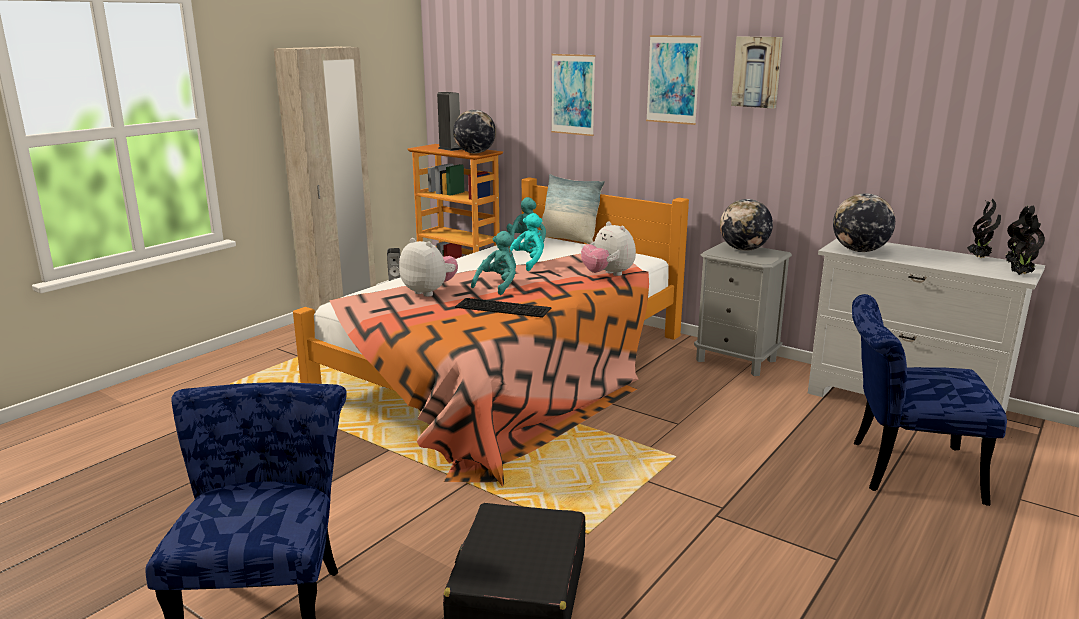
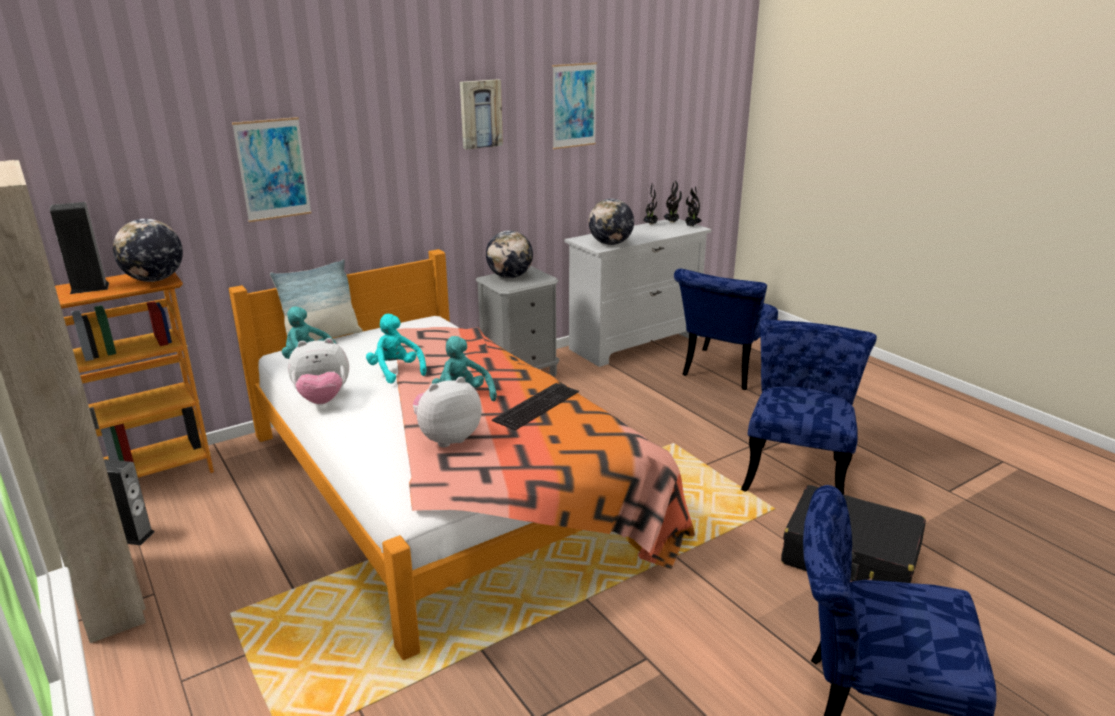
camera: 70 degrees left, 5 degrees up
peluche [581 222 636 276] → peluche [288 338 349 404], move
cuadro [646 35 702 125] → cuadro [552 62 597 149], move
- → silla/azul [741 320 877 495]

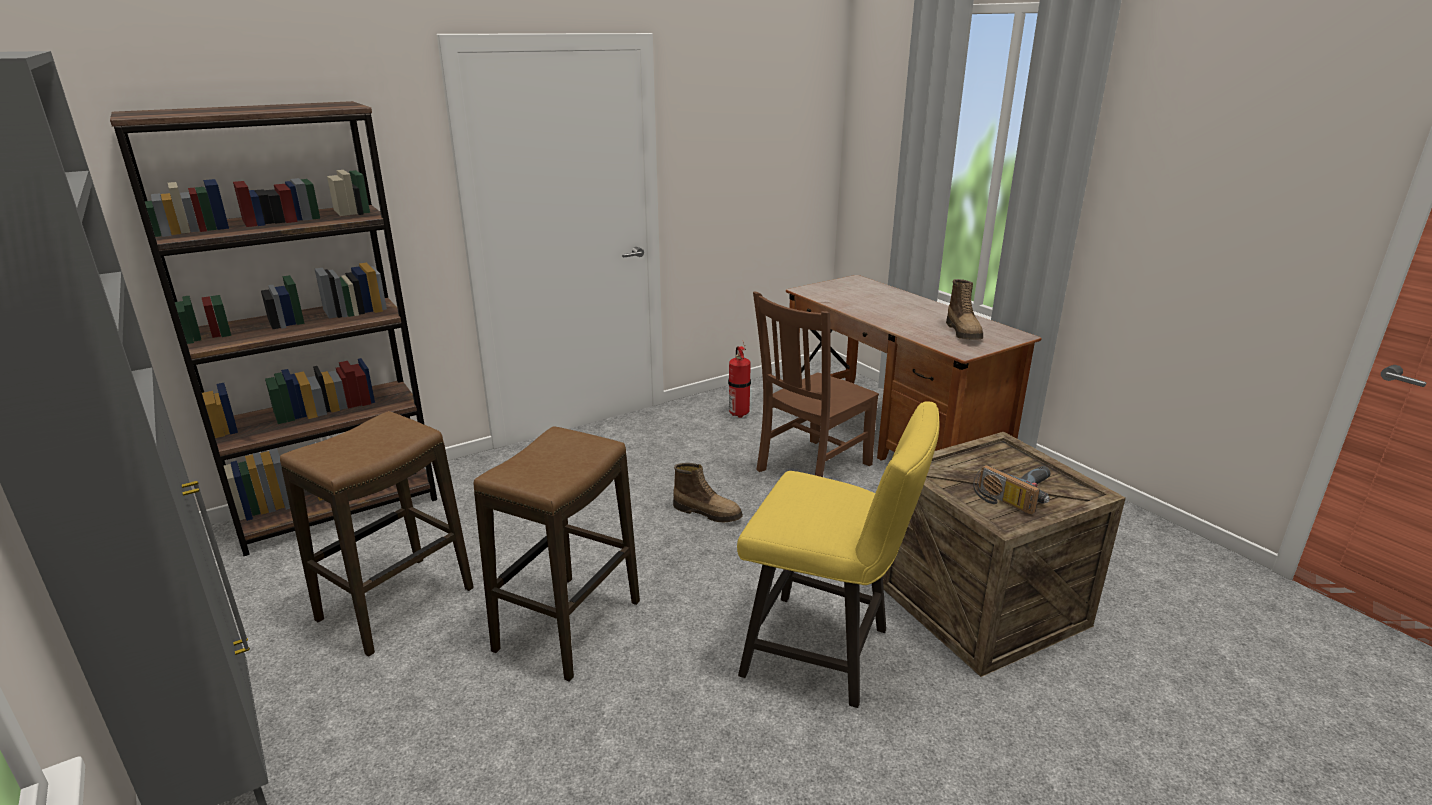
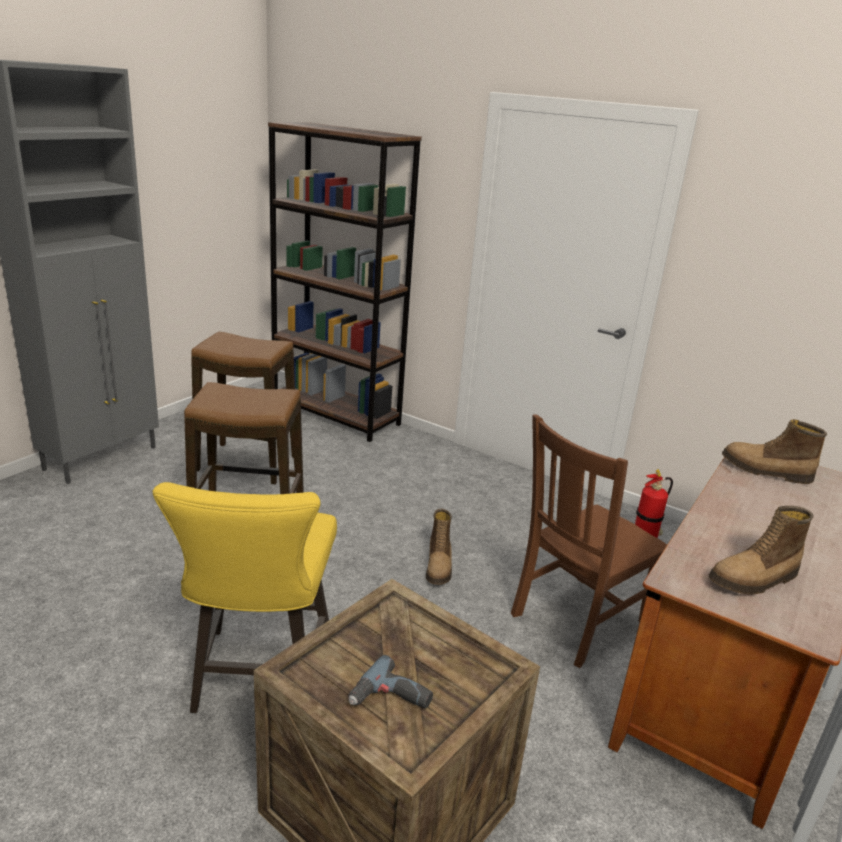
camera: 65 degrees right, 0 degrees up
silla/marrón [753 291 879 477] → silla/marrón [511 414 667 668], 60 degrees counterclockwise
radio [973 465 1040 515] → -
- → bota [722 419 827 484]

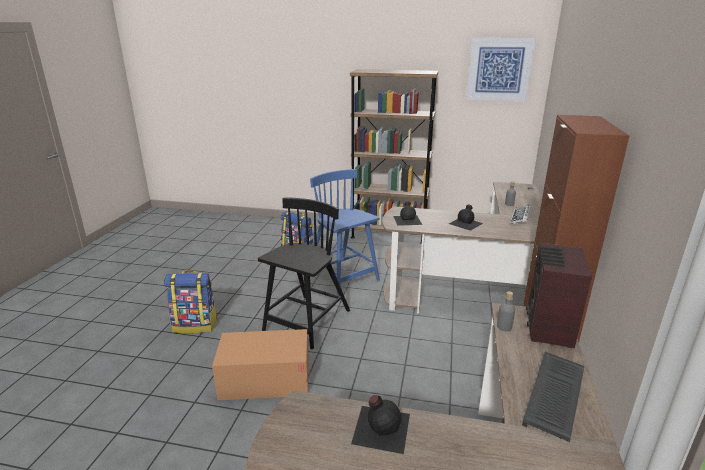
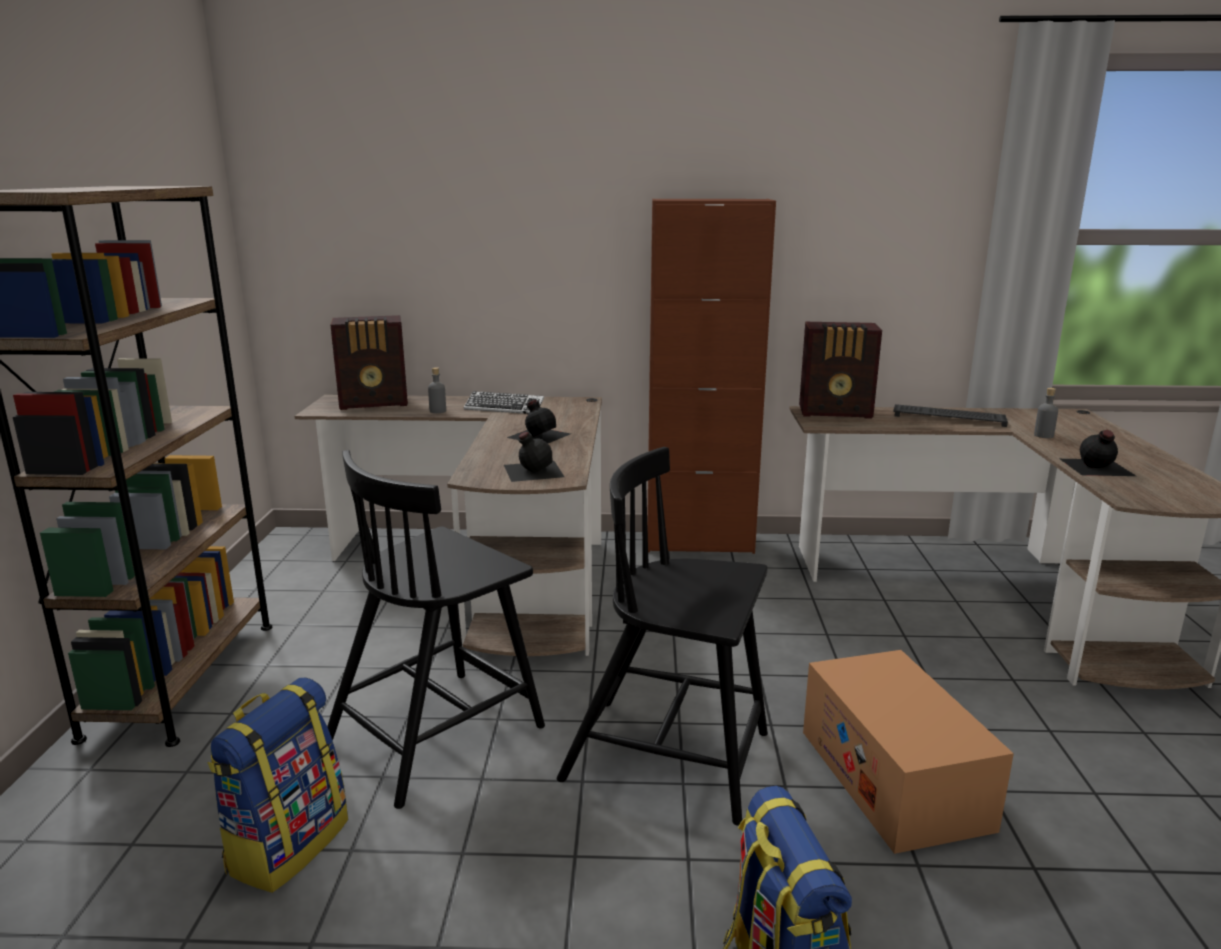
camera: 100 degrees left, 5 degrees down
silla/azul [310 169 380 296] → silla/negro [327 450 545 809]
cuadro [466 38 535 101] → -
botella/gris [497 292 515 331] → botella/gris [1034 388 1058 438], move
- → radio [330 315 408 410]

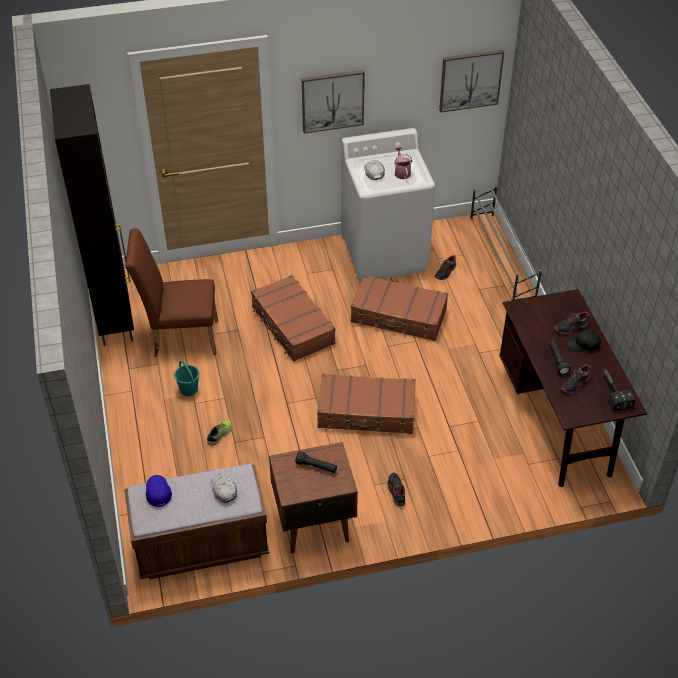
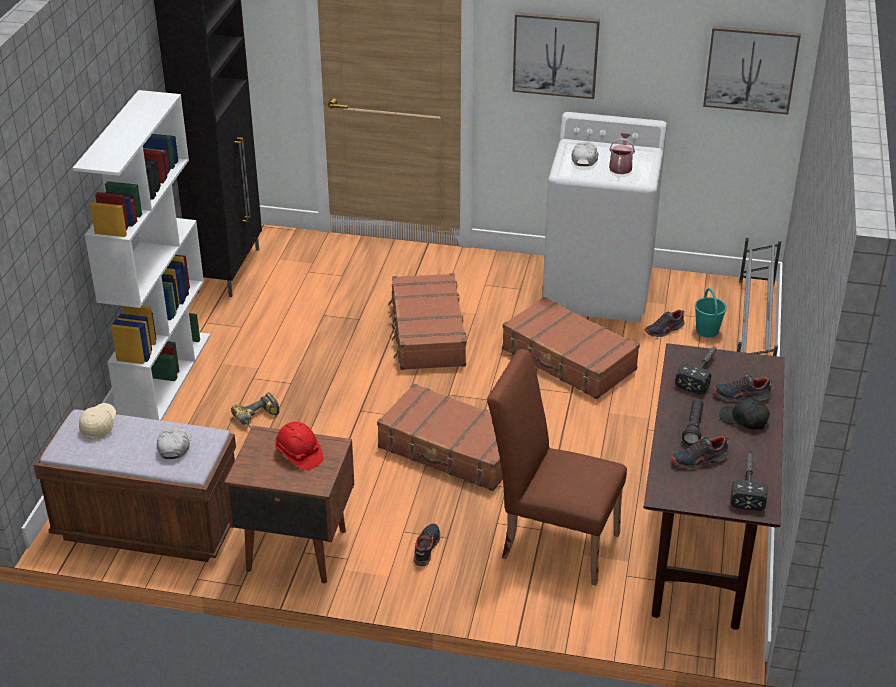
camera: 25 degrees right, 10 degrees down
silla/marrón [125 228 218 357] → silla/marrón [487 349 627 586], move
gorra/azul [146 475 172 507] → gorra/beis [79 403 116 440]
cubo/turquesa [174 361 199 396] → cubo/turquesa [695 288 727 337], move
zapato [207 419 232 446] → taladro [231 392 279 427]
linterna/negro [295 451 337 473] → casco/rojo [275 422 323 471]
- → estantería/blanco [73 90 211 421]
- → martillo [675 347 717 394]

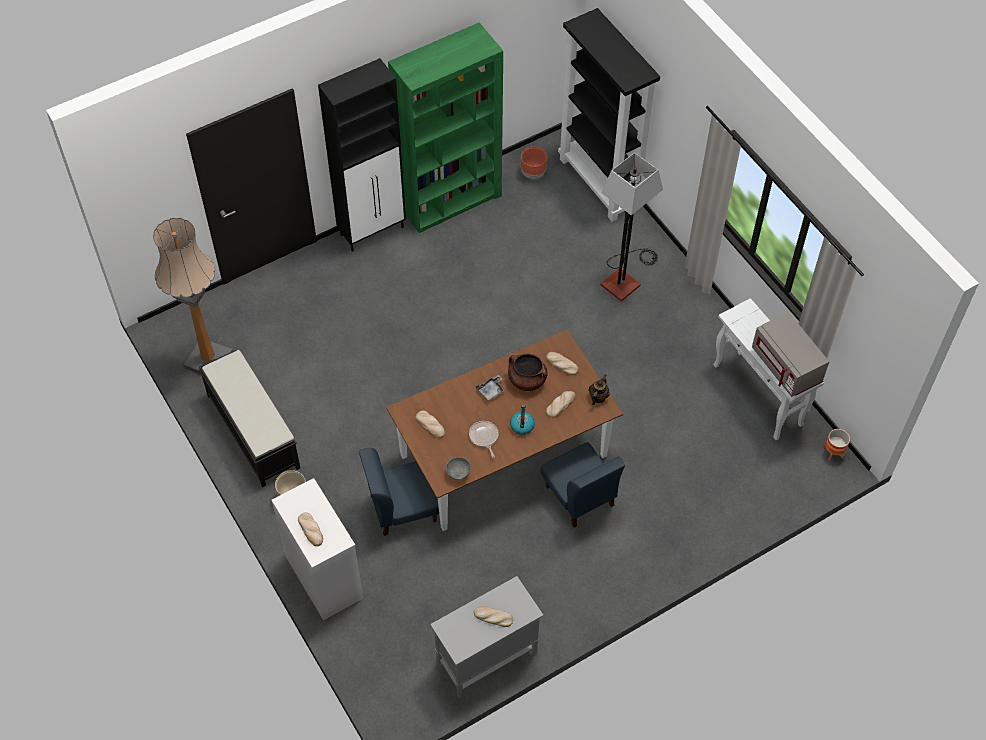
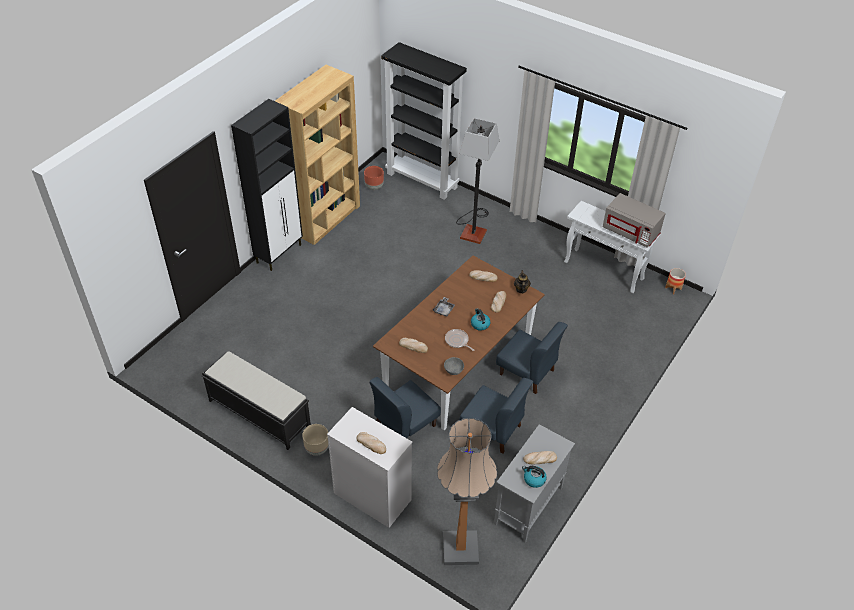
camera: 25 degrees left, 10 degrees down
lámpara de pie [153 218 233 374] → lámpara de pie [437 418 497 565], move
estantería/verde [388 23 503 233] → estantería/marrón [275 65 360 245]
olla/marrón [508 353 548 391] → -
- → silla/azul [460 378 533 453]
- → hervidor [522 466 547 488]

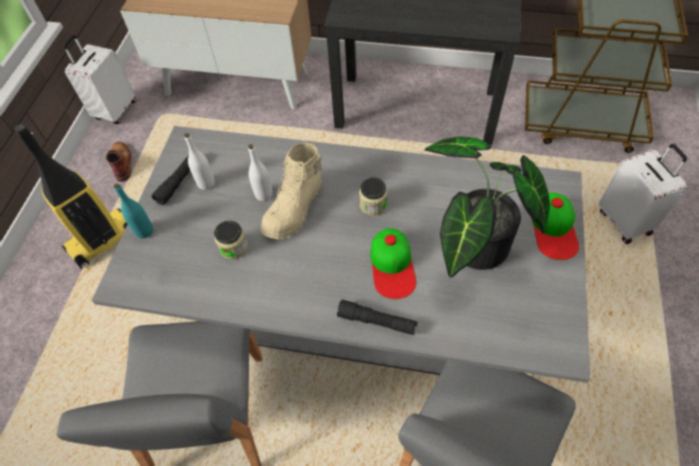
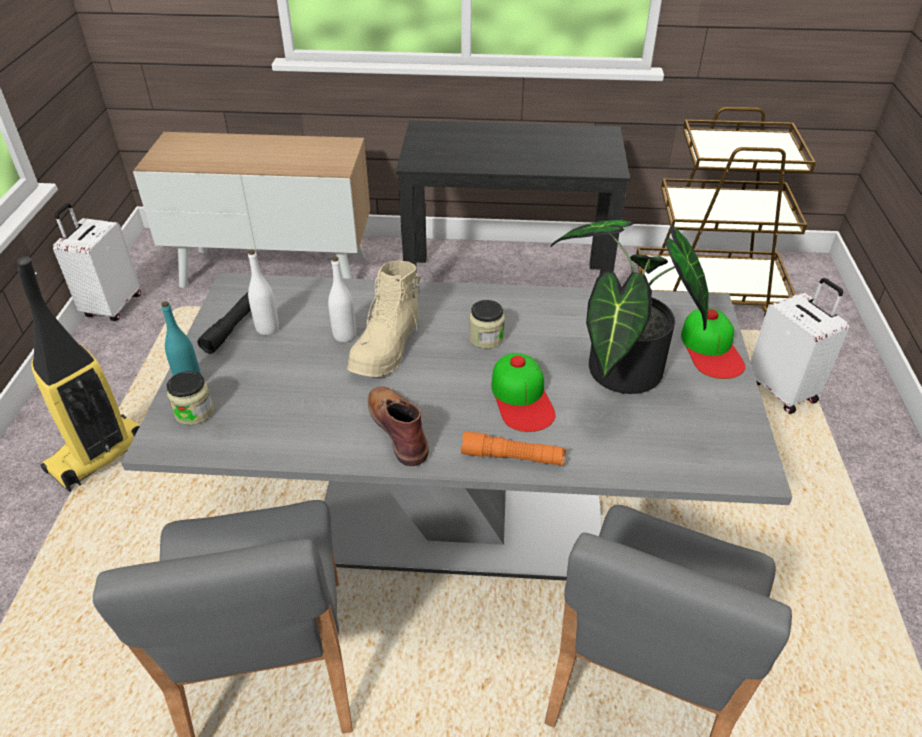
camera: 10 degrees left, 15 degrees down
bota/marrón [106 142 132 182] → bota/marrón [368 386 429 466], move
tarro [214 221 248 260] → tarro [167 371 214 425], move
linterna/negro [337 300 417 335] → linterna/naranja [461 431 566 466]

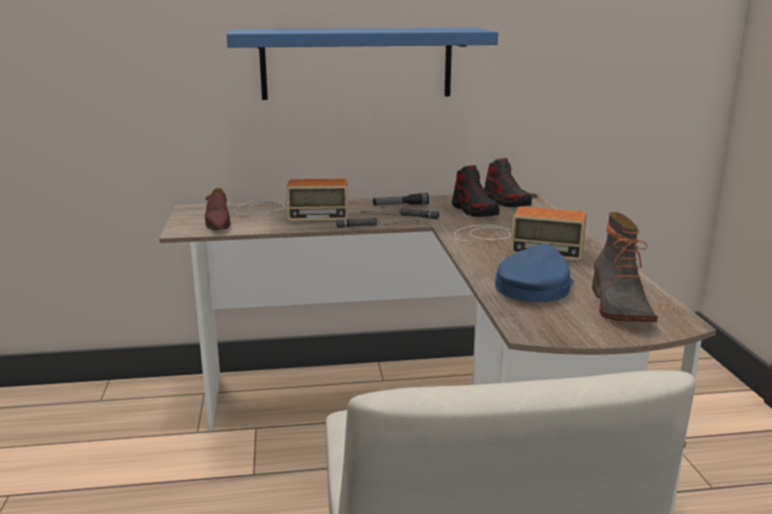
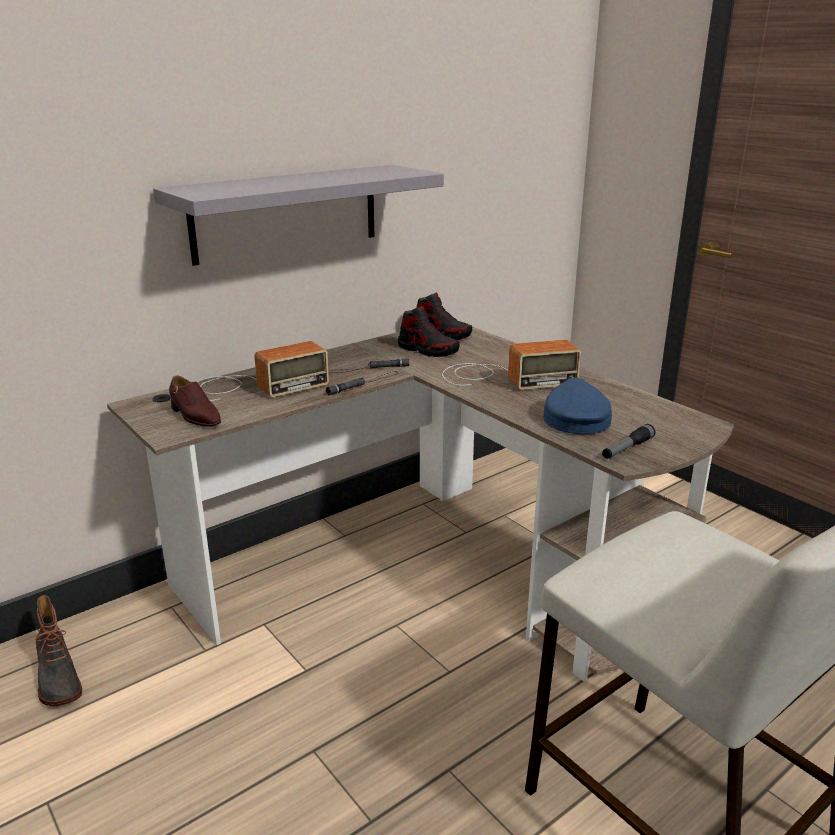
camera: 30 degrees left, 5 degrees up
estante/azul [227 28 498 100] → estante/gris [153 165 444 266]
linterna [373 193 429 205] → linterna [602 424 655 459], move
bota [592 212 658 322] → bota [35 595 82 706], move

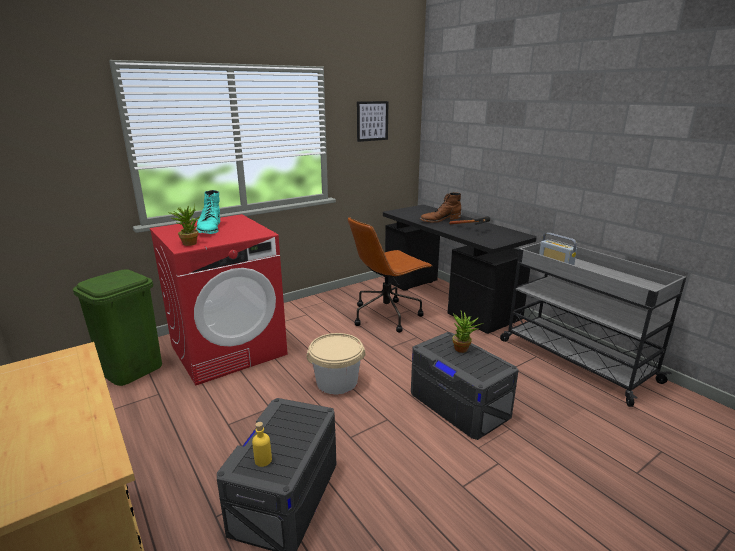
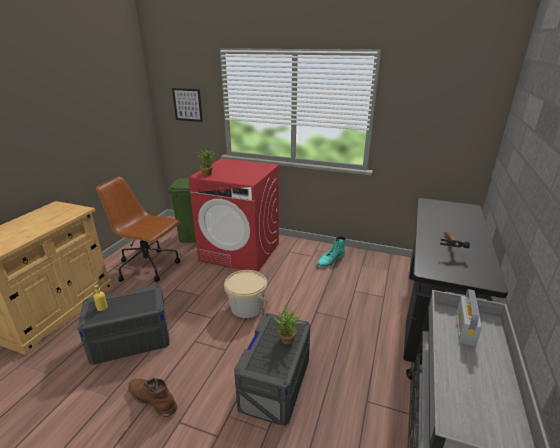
camera: 55 degrees right, 5 degrees up
bota/turquesa [196 190 220 234] → bota/turquesa [317 236 346 268], move
silla de oficina/marrón [348 217 432 333] → silla de oficina/marrón [96 177 181 282], move
cuadro [357 101 388 142] → cuadro [172 88 203 122], move
bota/marrón [420 192 461 223] → bota/marrón [128 378 177 417], move

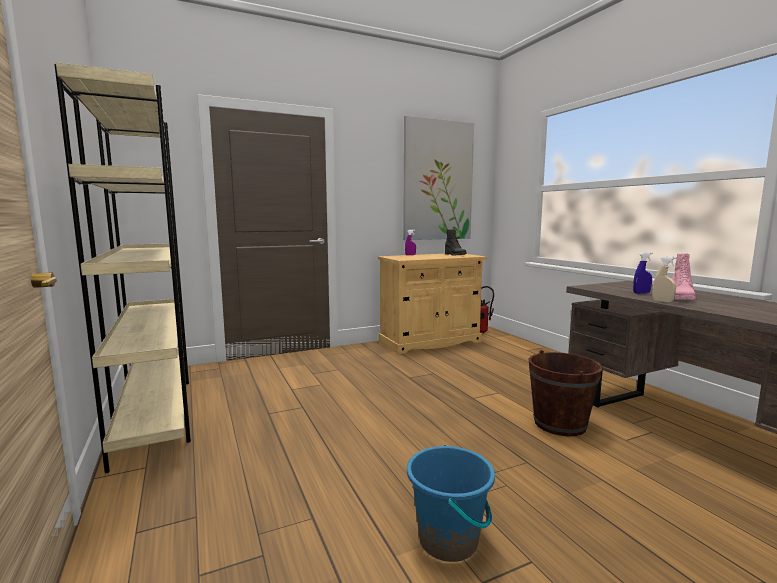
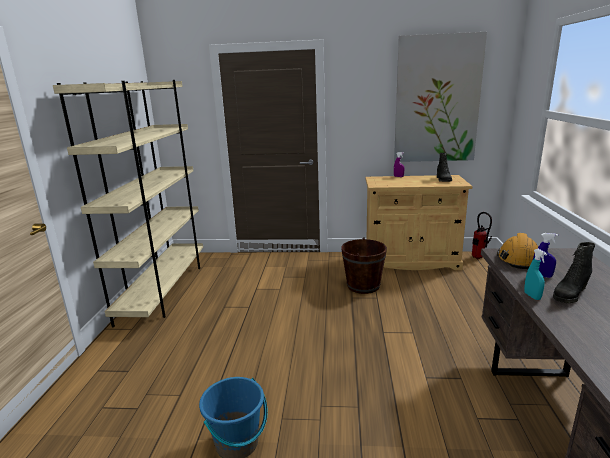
camera: 30 degrees right, 10 degrees up
cubo/marrón [529 350 603 436] → cubo/marrón [341 237 387 294], move
pulverizador/beis [653 256 677 303] → pulverizador/turquesa [524 249 547 300]
bota/rosa [672 253 696 300] → bota/negro [553 242 595 303]
- → casco/naranja [497 233 538 269]

